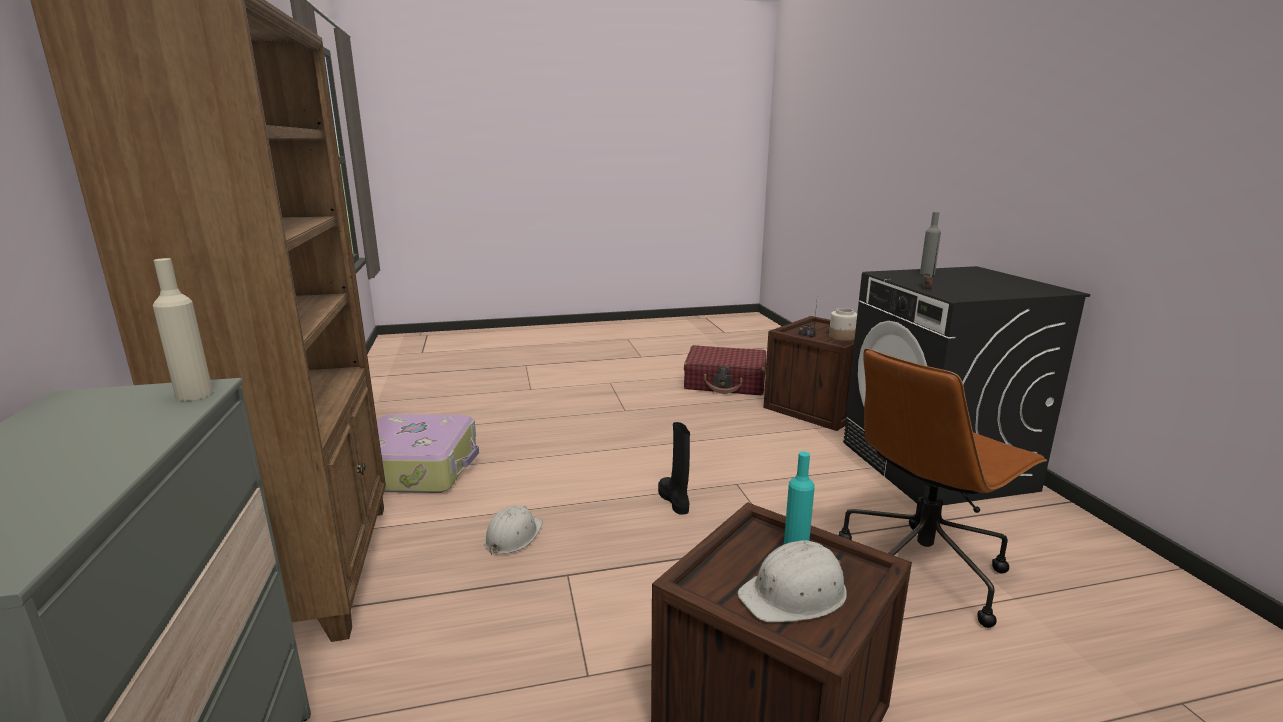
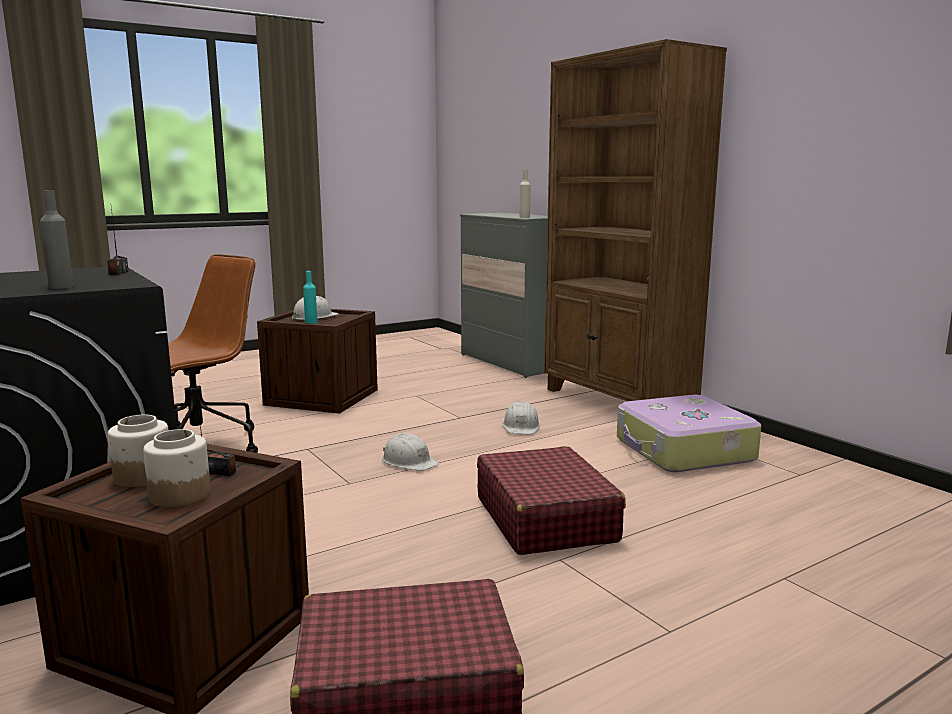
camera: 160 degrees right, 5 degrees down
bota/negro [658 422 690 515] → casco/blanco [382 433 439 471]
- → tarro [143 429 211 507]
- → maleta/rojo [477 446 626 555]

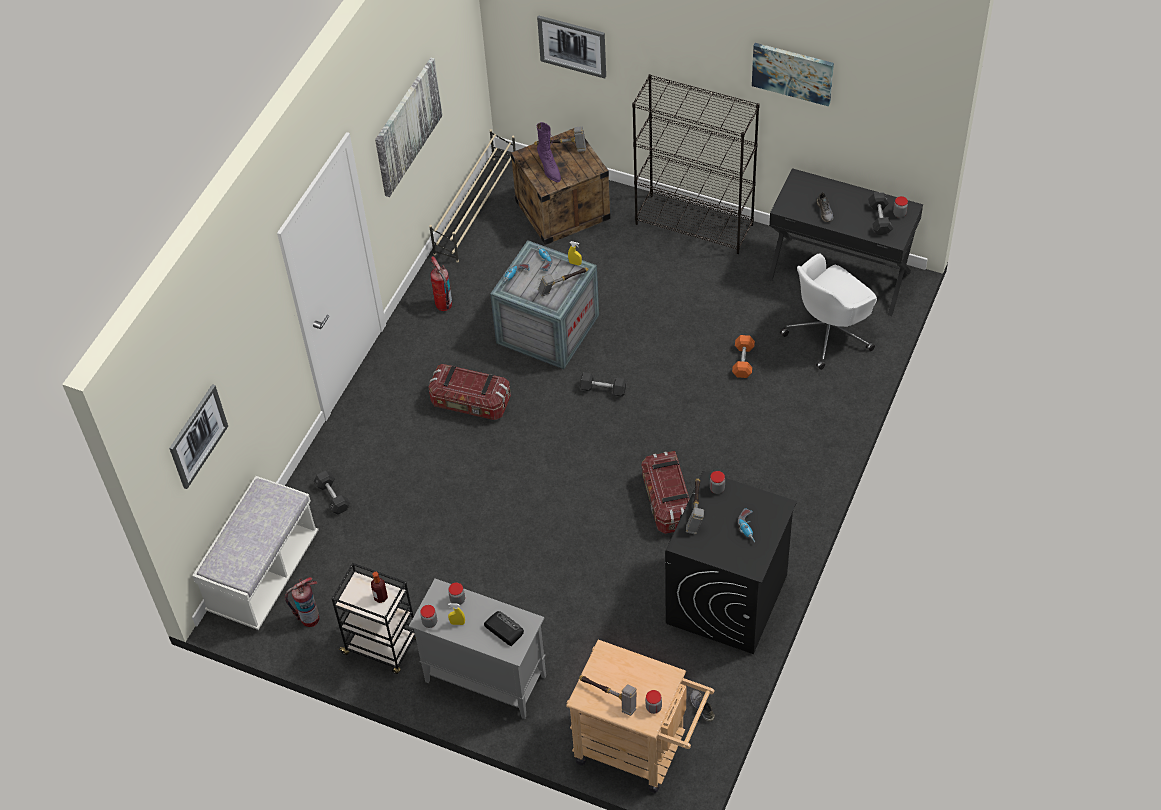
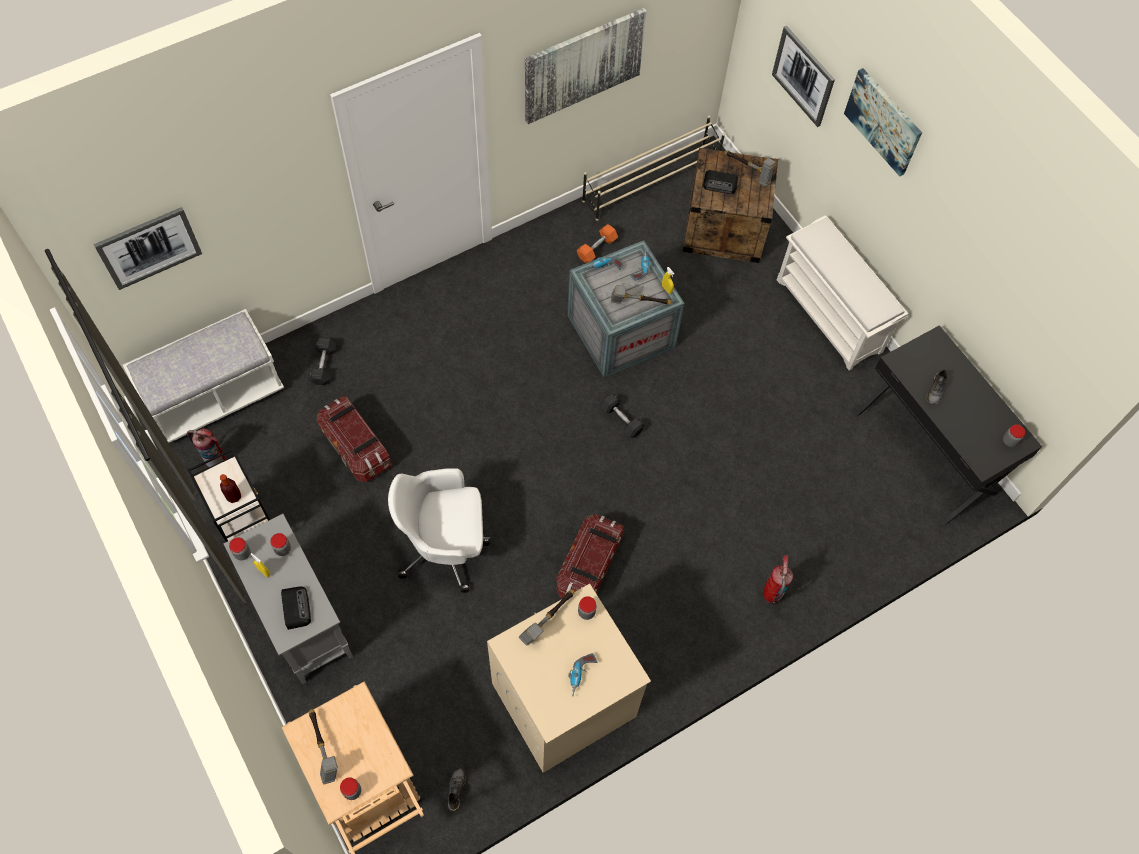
camera: 30 degrees right, 10 degrees up
caja de almacenaje [429 364 511 420] → caja de almacenaje [316 396 392 482], move
extintor [431 256 452 311] → extintor [763 555 793 605], move
bota/morado [536 122 561 183] → radio [703 170 738 194]
estantería/negro [632 74 760 254] → zapatero/blanco [777 215 908 371]
lavadora/negro [665 471 797 654] → lavadora/beis [487 584 651 773]
mancuerna/naranja [732 335 755 378] → mancuerna/naranja [577 224 618 263], move
cuadro [752 43 834 106] → cuadro [844 68 922 176], move
silla de oficina/blanco [780 253 877 370] → silla de oficina/blanco [388 468 490 593], move
mancuerna/gris [868 192 893 235] → -

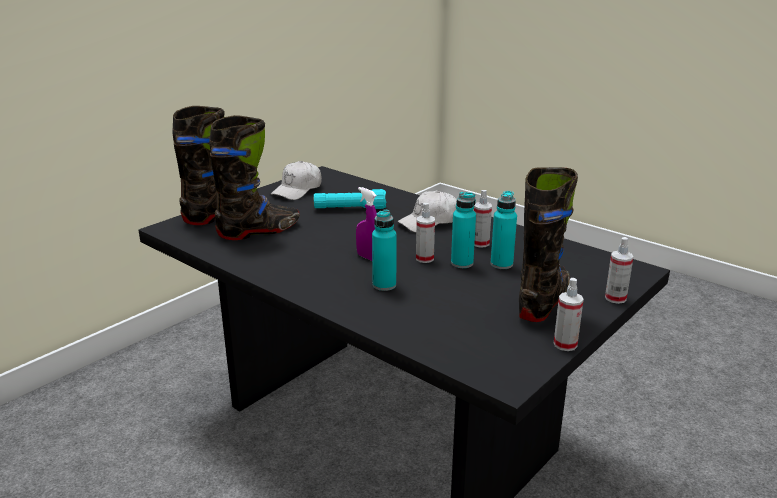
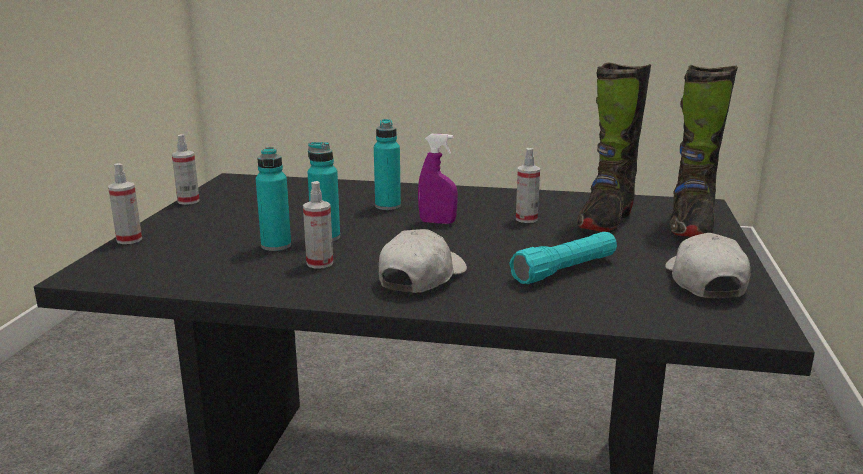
camera: 150 degrees right, 5 degrees down
pulverizador [416 203 435 263] → pulverizador [516 148 540 223], move
bota/negro [519 167 578 322] → -

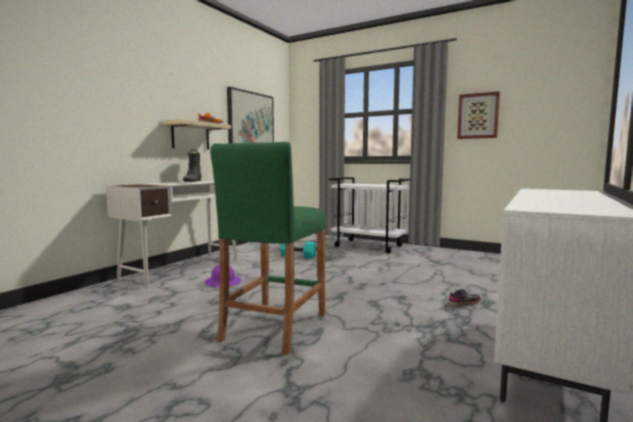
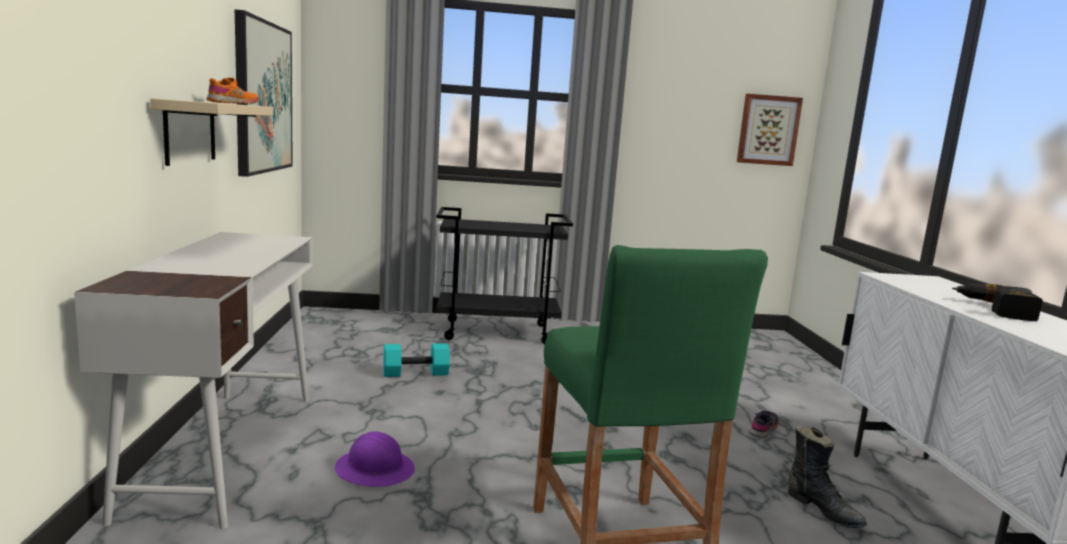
camera: 35 degrees left, 5 degrees up
bota/negro [183 150 202 182] → bota/negro [788 426 867 528], move
carrito/blanco [329 177 411 253] → carrito/negro [436 207 573 344]
cuadro [457 91 500 139] → cuadro [737 94 803 166], move
- → taladro [952 283 1043 321]

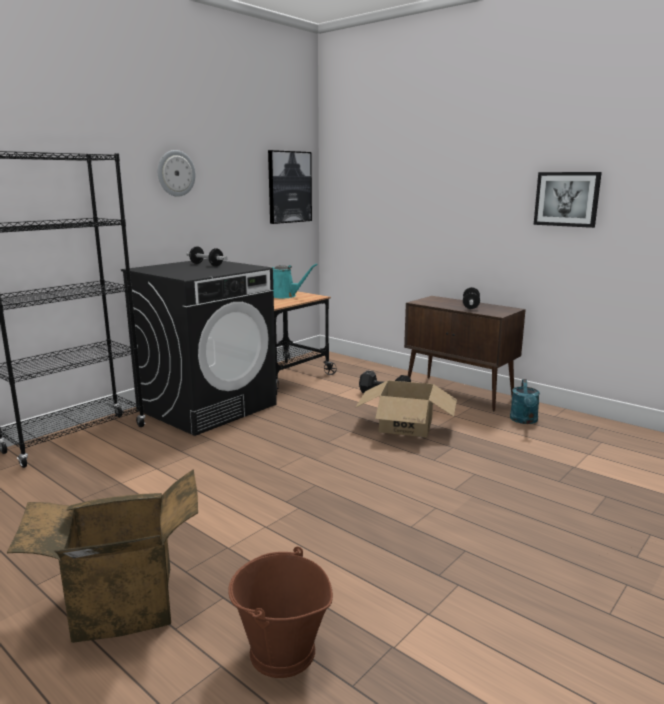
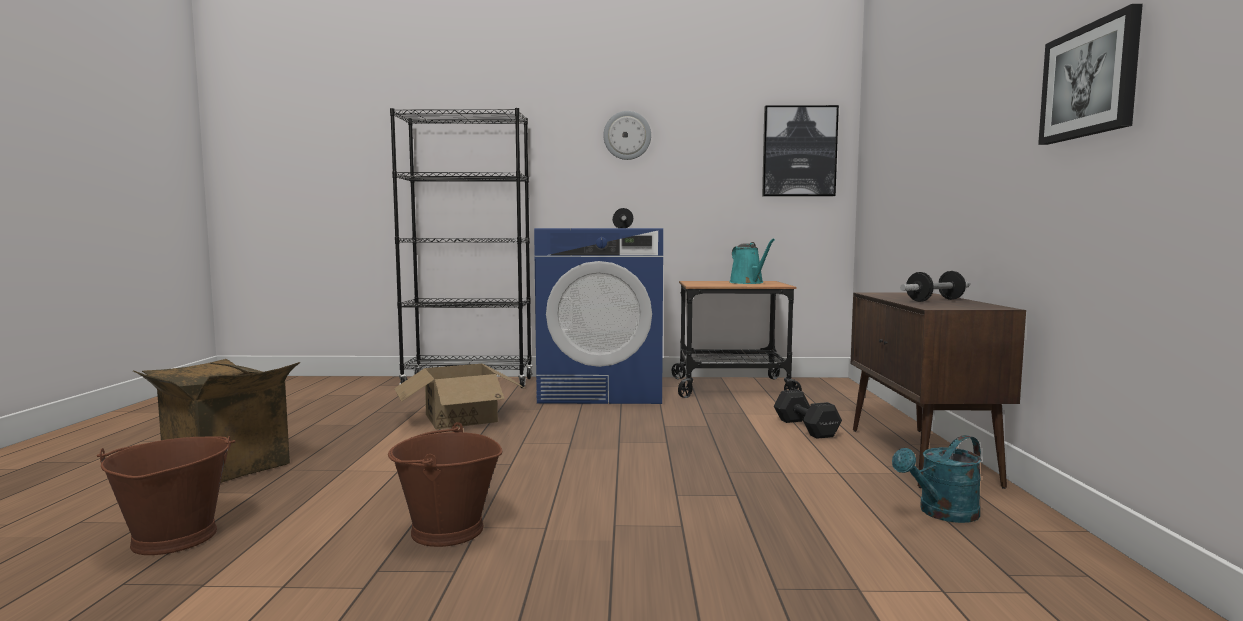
camera: 50 degrees right, 10 degrees down
lavadora/negro [121 259 277 436] → lavadora/azul [534 228 663 404]
caja de cartón [355 380 457 437] → caja de cartón [394 364 526 430], move
- → cubo/marrón [388 422 502 547]

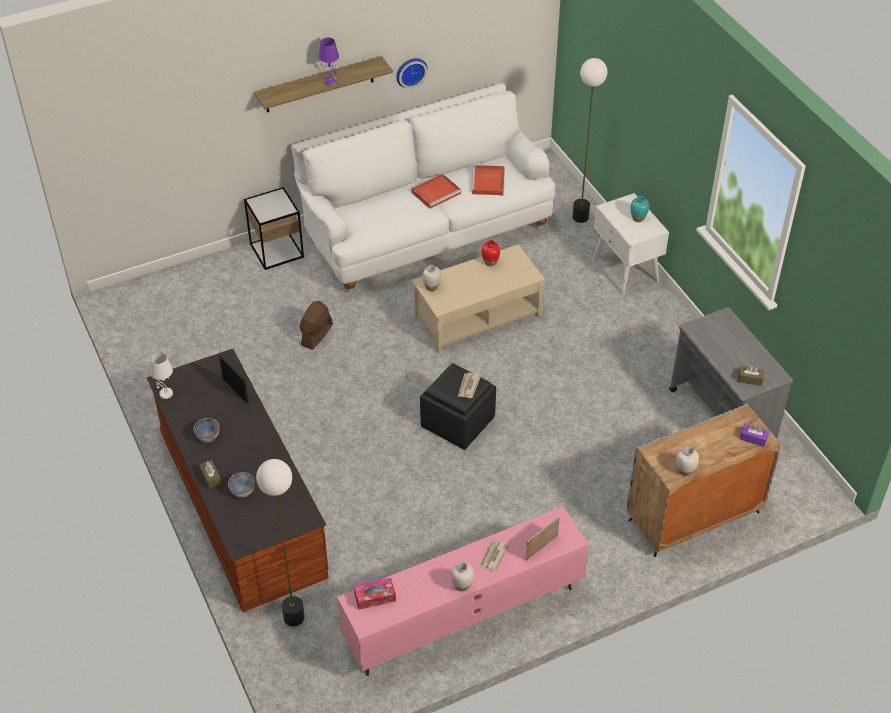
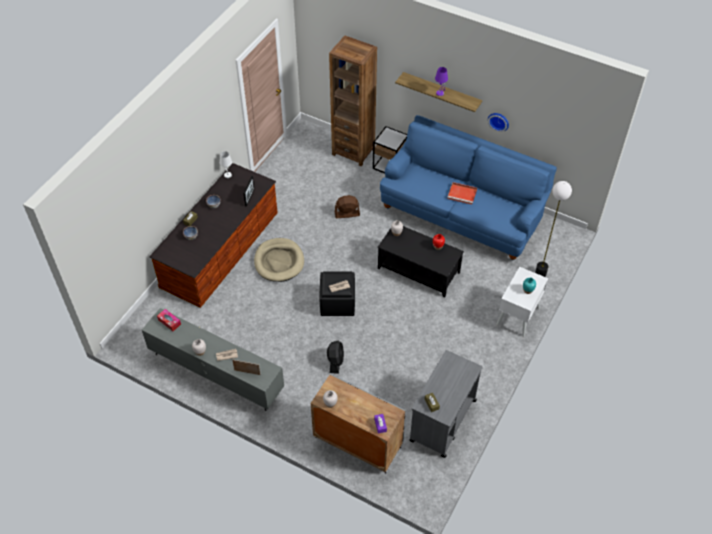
camera: 55 degrees right, 5 degrees up
lámpara de pie [256 459 305 627] → -
sofá/blanco [291 83 555 292] → sofá/azul [380 115 557 260]
mueble de televisión/rosa [337 507 589 676] → mueble de televisión/gris [142 308 284 411]
mesa de centro/beis [412 245 545 354] → mesa de centro/negro [378 226 464 298]
bandeja/rojo [471 165 505 195] → -
- → cama para perro/beis [254 238 304 282]
- → ventilador/negro [327 341 344 374]
- → estantería/marrón [329 36 377 166]

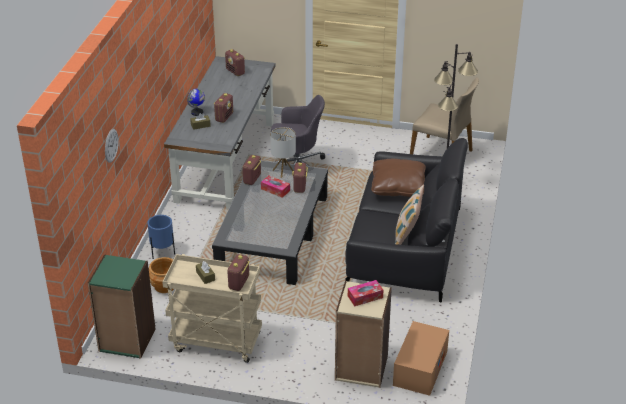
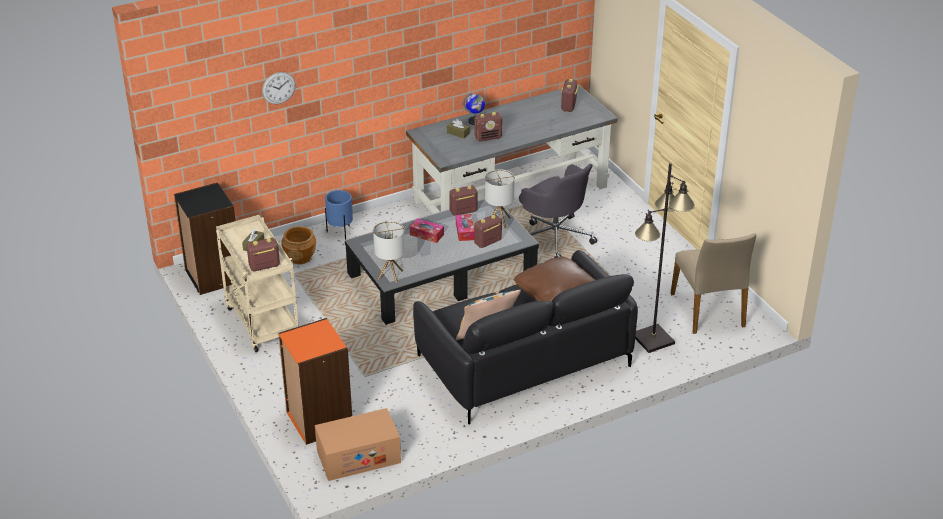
camera: 50 degrees right, 0 degrees up
estantería/verde [88 254 156 359] → estantería/negro [174 182 235 295]
estantería/beis [335 281 392 388] → estantería/naranja [278 318 352 445]
caja de pañuelos [348 280 384 306] → caja de pañuelos [410 218 444 243], move
- → lámpara de mesa [373 221 405 282]

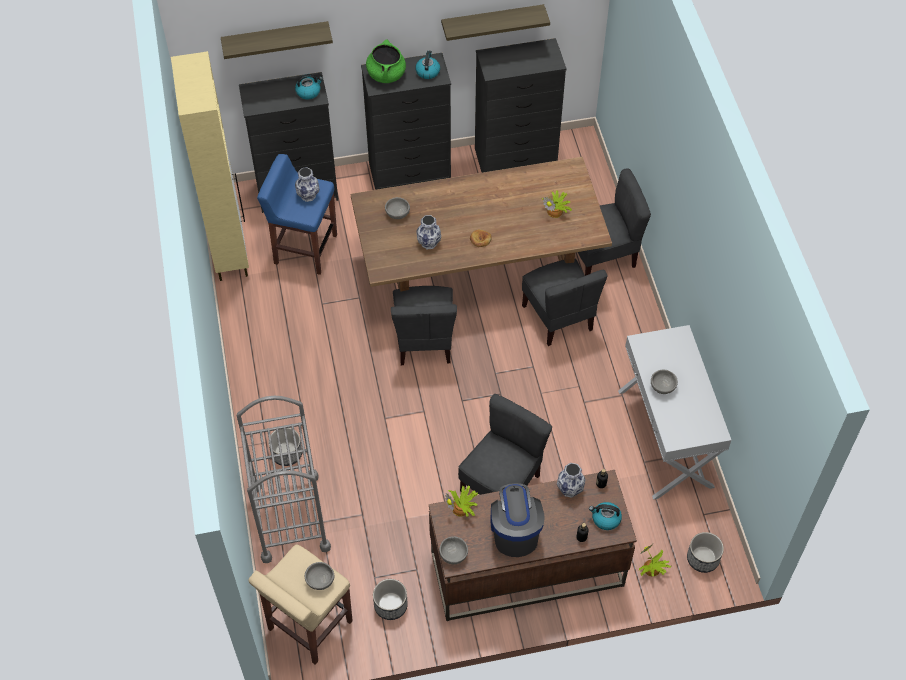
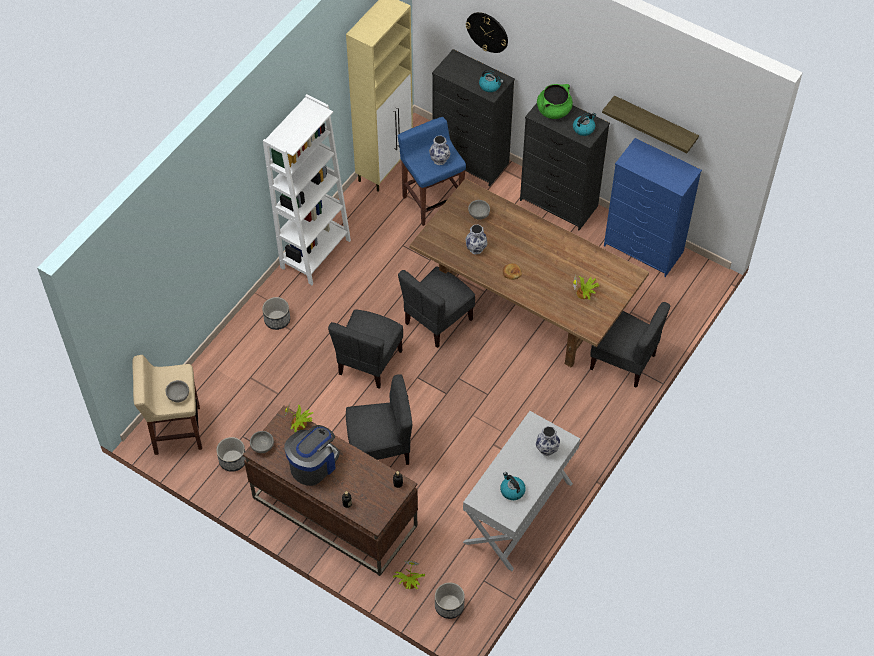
camera: 45 degrees right, 0 degrees up
estante [221 21 333 59] → reloj de pared [466 12 508 53]
carrito/gris [237 396 331 563] → -
cómoda/negro [475 38 567 173] → cómoda/azul [604 138 702 277]
silla/gris [522 259 608 346] → silla/gris [328 309 403 389], move
florero [557 463 586 498] → florero [536 426 560 456], move
hervidor [589 502 622 530] → hervidor [500 472 526 500], move
cuenco/gris [651 370 678 394] → -
- → estantería/blanco [263 94 351 285]

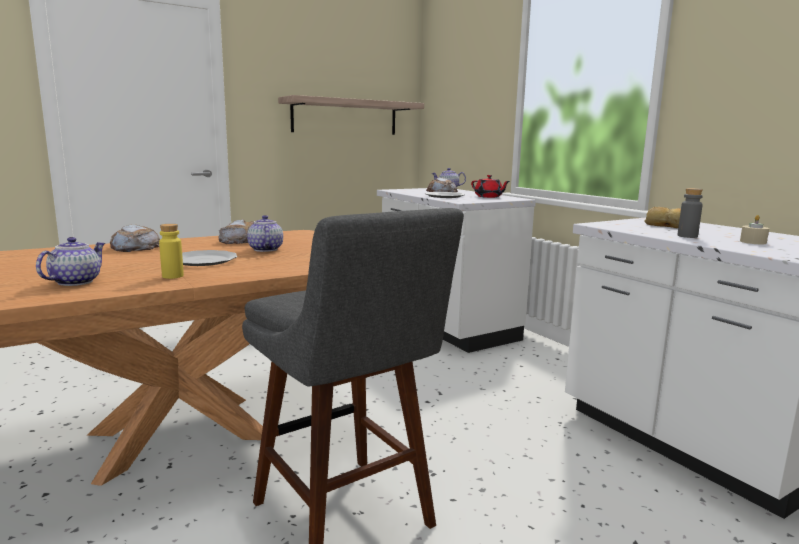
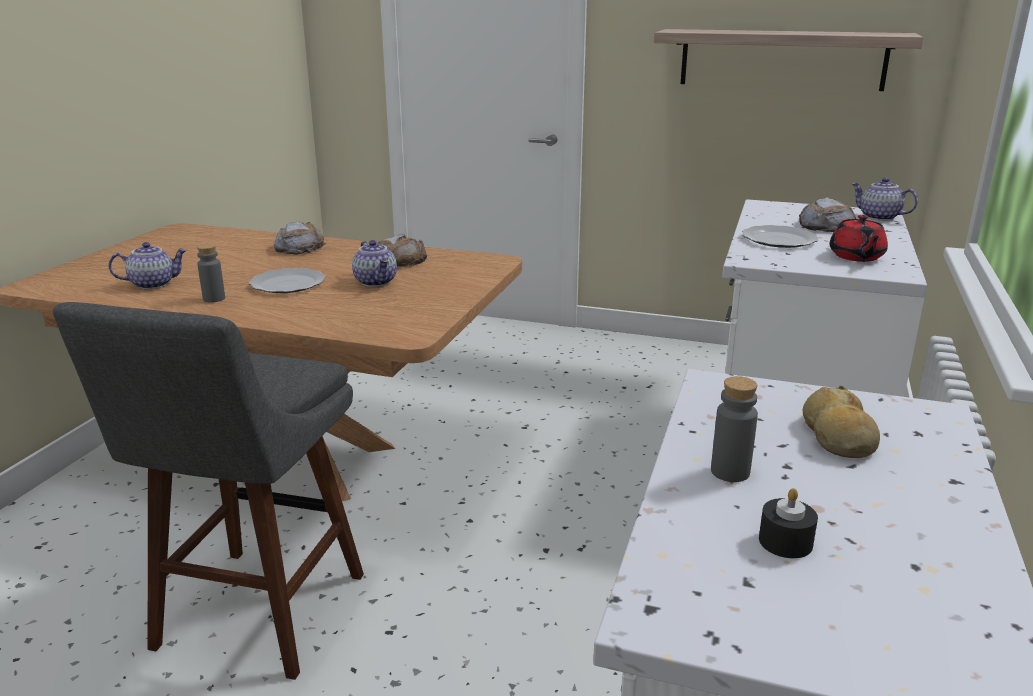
camera: 50 degrees right, 10 degrees up
botella/amarillo [159 224 184 279] → botella/gris [197 244 225 303]
tetera [247 215 283 252] → tetera [352 240 397 287], 120 degrees clockwise
vela/beis [740 215 769 244] → vela/negro [759 488 818 558]

